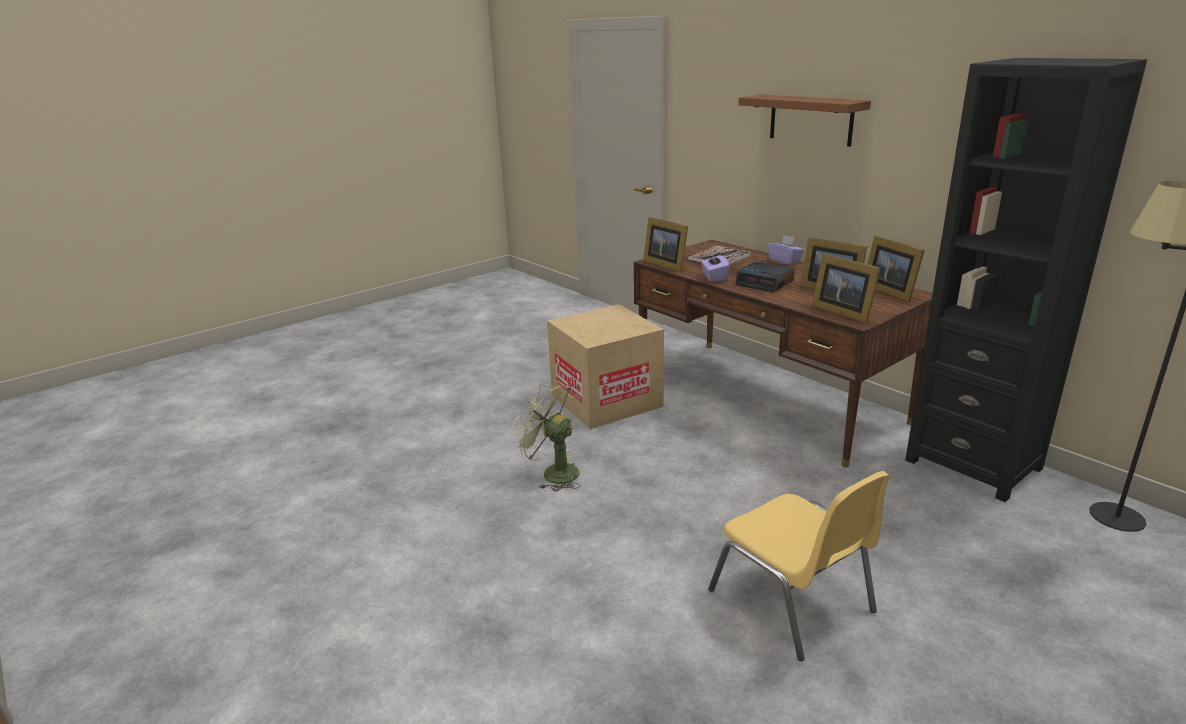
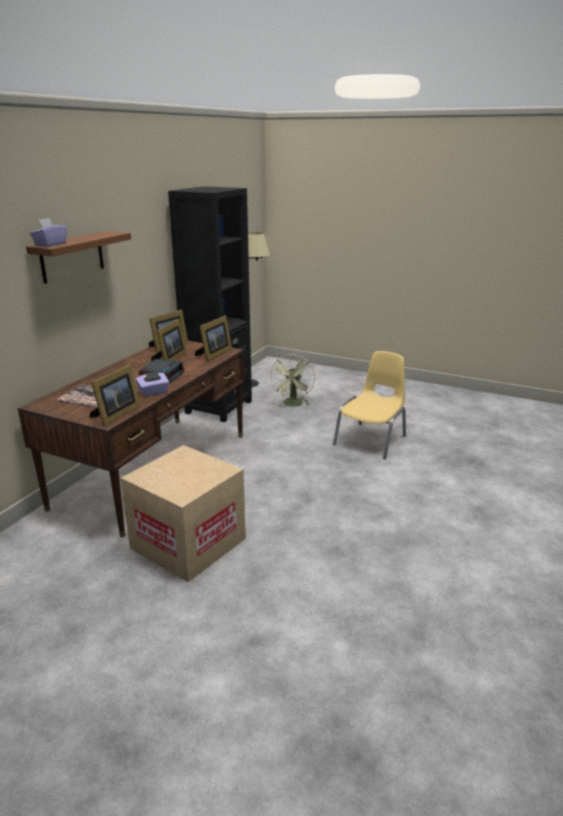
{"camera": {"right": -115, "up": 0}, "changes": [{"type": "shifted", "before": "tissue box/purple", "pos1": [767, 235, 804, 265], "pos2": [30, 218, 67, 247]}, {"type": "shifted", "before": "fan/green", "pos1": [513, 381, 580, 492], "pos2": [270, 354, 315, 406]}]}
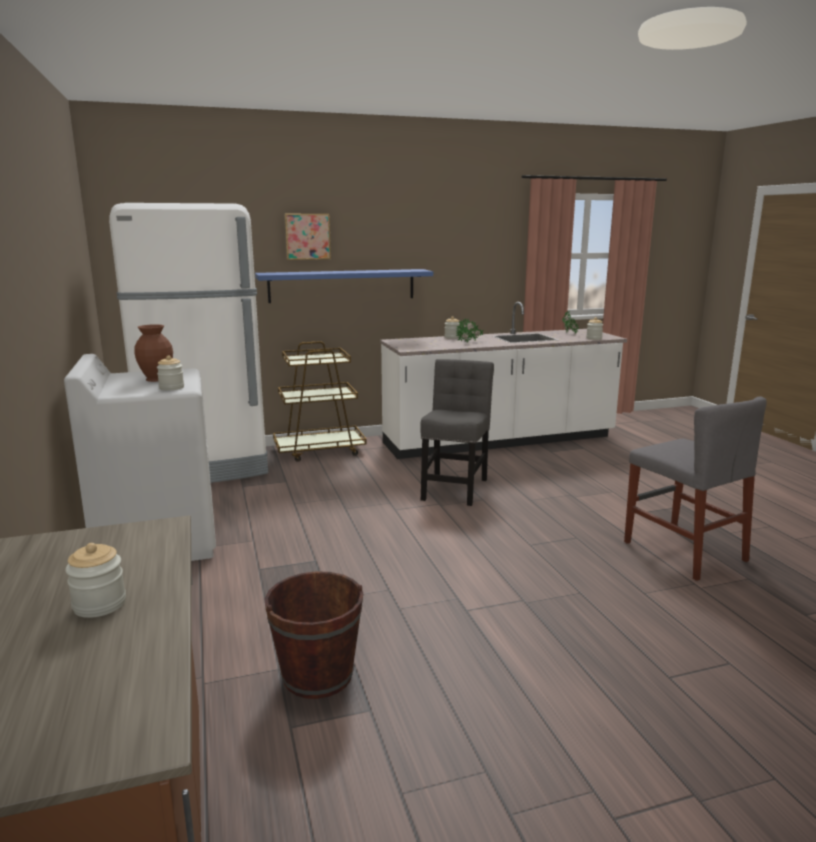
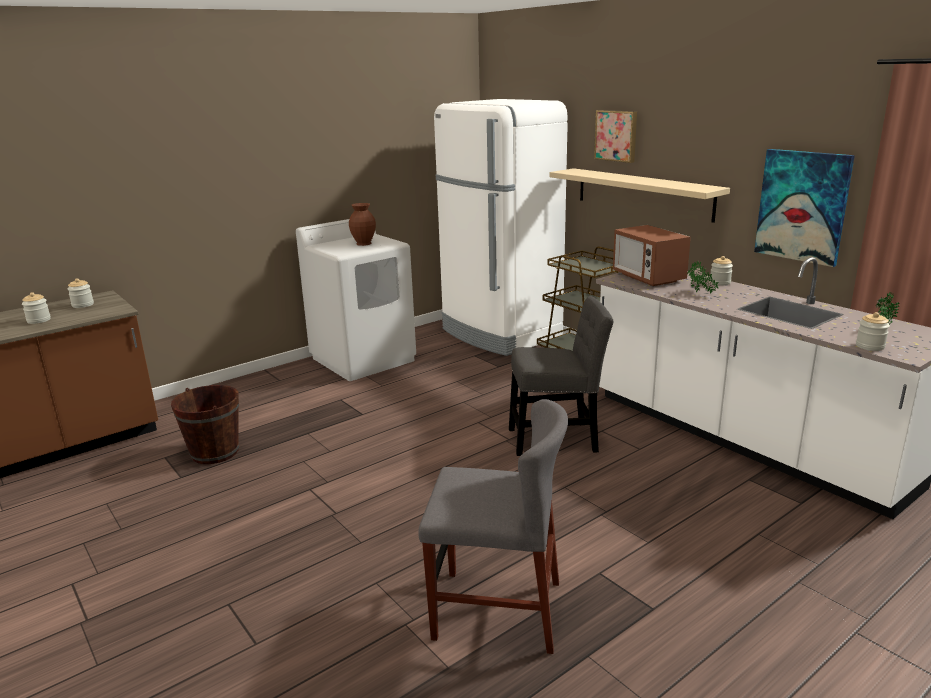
{"camera": {"right": 70, "up": 5}, "changes": [{"type": "repainted", "before": "shelf/blue", "after": "shelf/beige", "pos1": [255, 269, 433, 303], "pos2": [549, 168, 730, 223]}, {"type": "shifted", "before": "jar", "pos1": [157, 355, 184, 390], "pos2": [67, 278, 94, 308]}, {"type": "rotated", "before": "chair/grey", "pos1": [624, 396, 767, 581], "pos2": [418, 399, 568, 654], "turn": -120}, {"type": "new", "after": "picture", "pos2": [754, 149, 855, 267]}, {"type": "new", "after": "microwave", "pos2": [613, 225, 691, 286]}]}
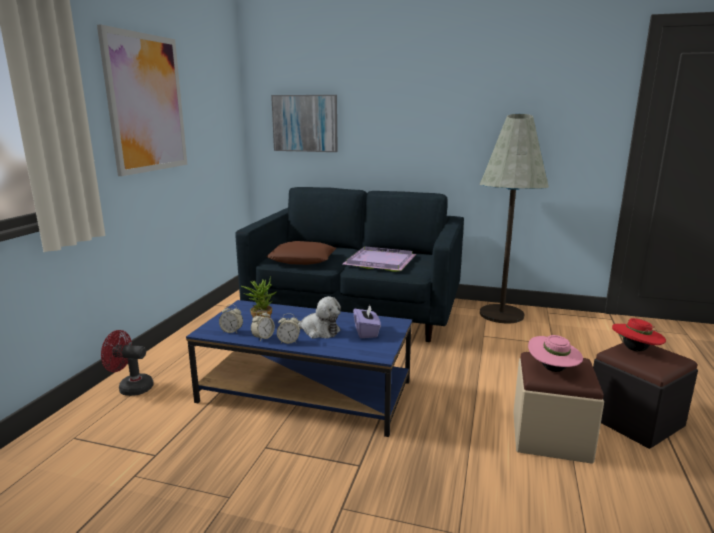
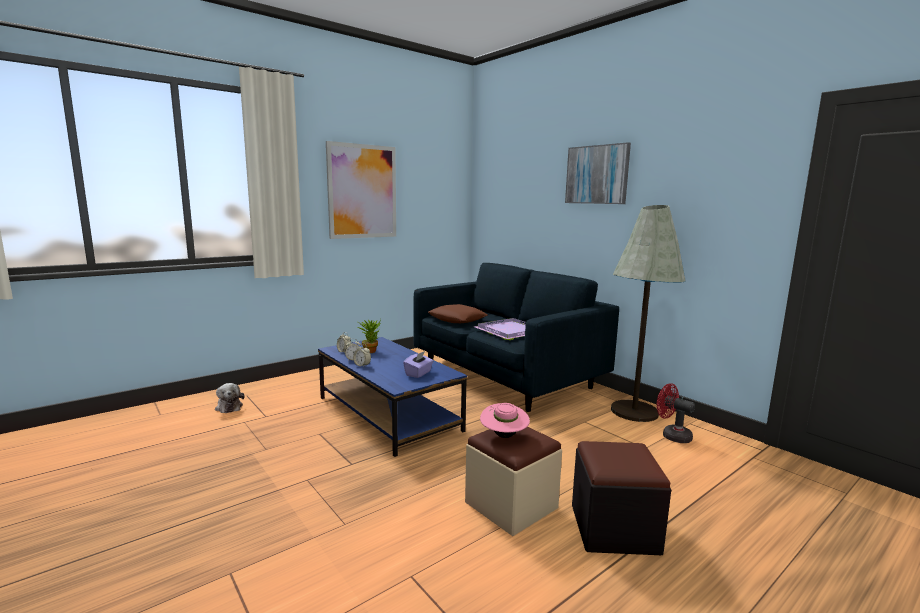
{"camera": {"right": 35, "up": -5}, "changes": [{"type": "shifted", "before": "picture", "pos1": [271, 95, 338, 152], "pos2": [565, 142, 631, 204]}, {"type": "shifted", "before": "plush toy", "pos1": [290, 296, 341, 339], "pos2": [215, 383, 244, 413]}, {"type": "gone", "before": "hat/red", "pos1": [612, 318, 666, 352]}, {"type": "shifted", "before": "fan/red", "pos1": [101, 330, 154, 396], "pos2": [657, 383, 695, 443]}]}
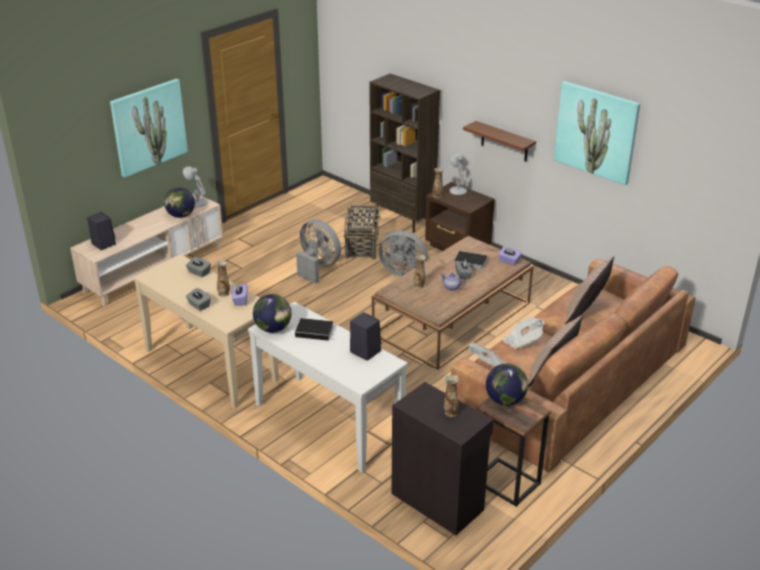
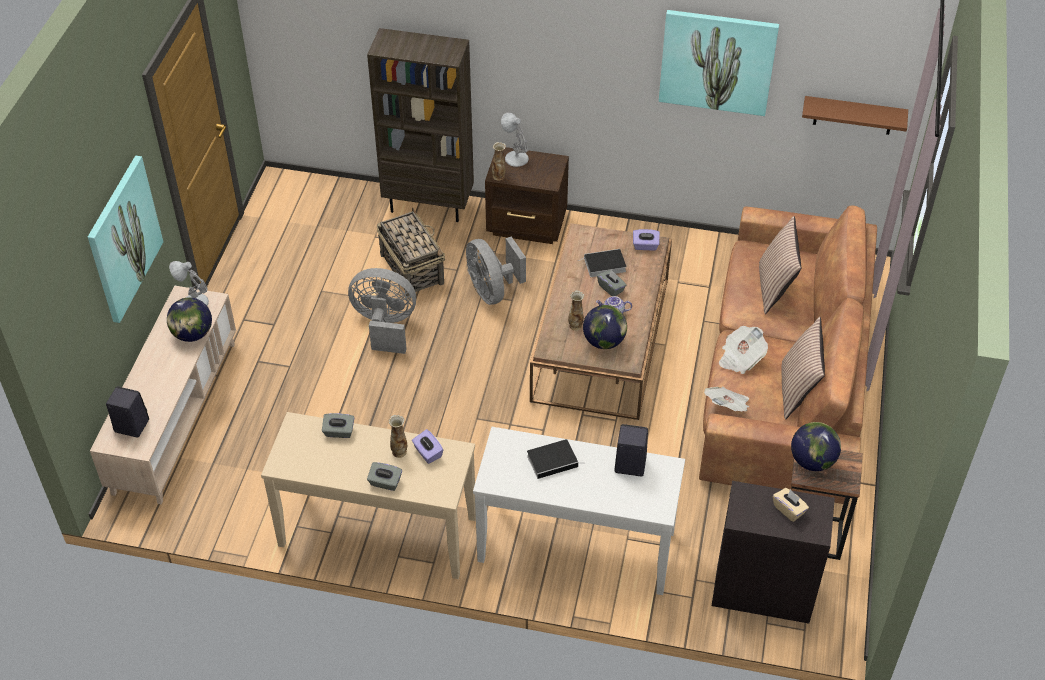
{"camera": {"right": -30, "up": 15}, "changes": [{"type": "shifted", "before": "shelf/brown", "pos1": [463, 121, 536, 162], "pos2": [802, 96, 908, 135]}, {"type": "rotated", "before": "fan/grey", "pos1": [379, 231, 428, 277], "pos2": [466, 236, 526, 305], "turn": 75}, {"type": "shifted", "before": "globe", "pos1": [253, 294, 292, 333], "pos2": [583, 305, 627, 349]}, {"type": "swapped", "before": "vase", "after": "tissue box/beige", "pos1": [444, 375, 459, 417], "pos2": [773, 488, 809, 522]}]}
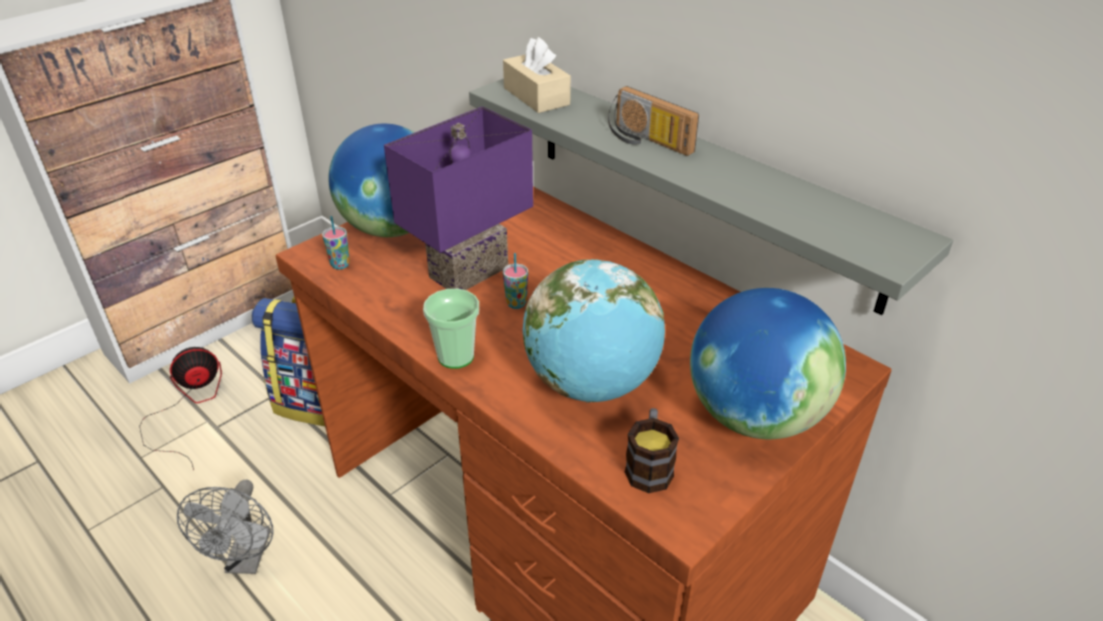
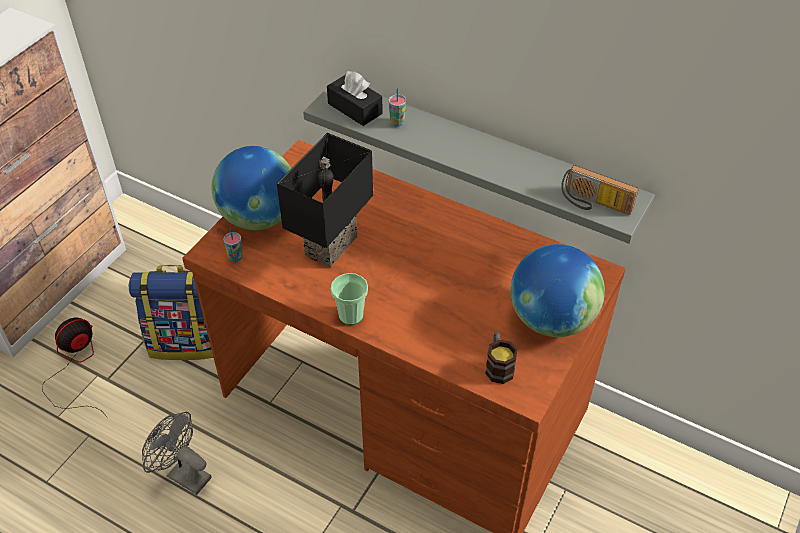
{"camera": {"right": -15, "up": 10}, "changes": [{"type": "repainted", "before": "tissue box/beige", "after": "tissue box/black", "pos1": [503, 37, 571, 113], "pos2": [327, 71, 383, 126]}, {"type": "shifted", "before": "radio", "pos1": [608, 86, 699, 156], "pos2": [561, 165, 639, 215]}, {"type": "repainted", "before": "table lamp/purple", "after": "table lamp/black", "pos1": [384, 106, 533, 290], "pos2": [277, 133, 373, 267]}, {"type": "shifted", "before": "cup", "pos1": [503, 253, 528, 309], "pos2": [389, 88, 406, 127]}, {"type": "gone", "before": "globe", "pos1": [523, 259, 665, 403]}, {"type": "rotated", "before": "fan/grey", "pos1": [177, 480, 274, 574], "pos2": [142, 412, 211, 495], "turn": 135}]}
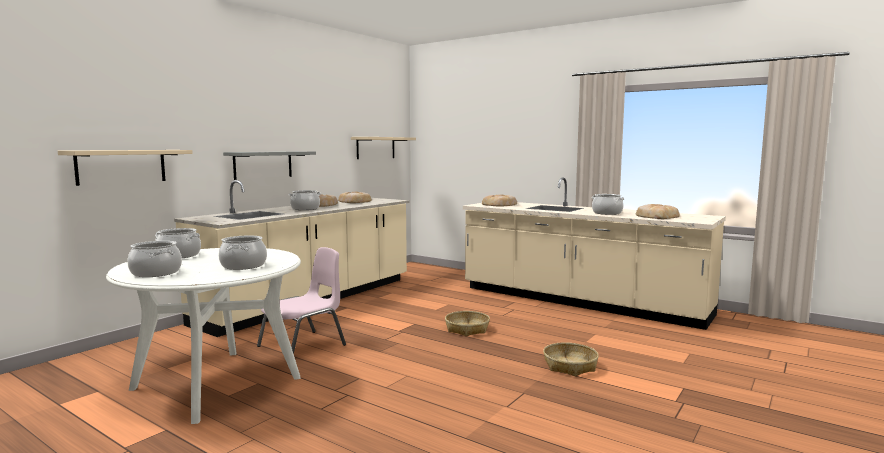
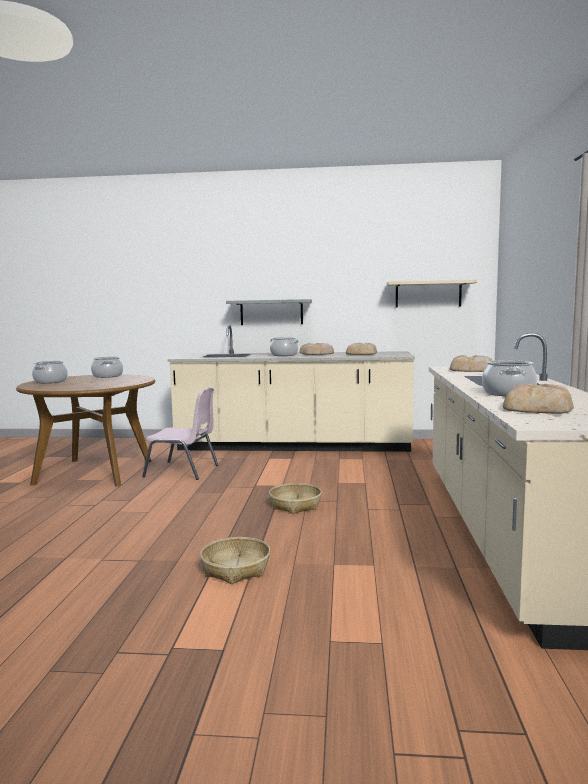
{"camera": {"right": 60, "up": 0}, "changes": [{"type": "gone", "before": "shelf/beige", "pos1": [58, 150, 193, 186]}, {"type": "gone", "before": "cooking pot", "pos1": [219, 236, 267, 270]}, {"type": "repainted", "before": "dining table/white", "after": "dining table/brown", "pos1": [106, 248, 301, 424], "pos2": [16, 374, 155, 487]}]}
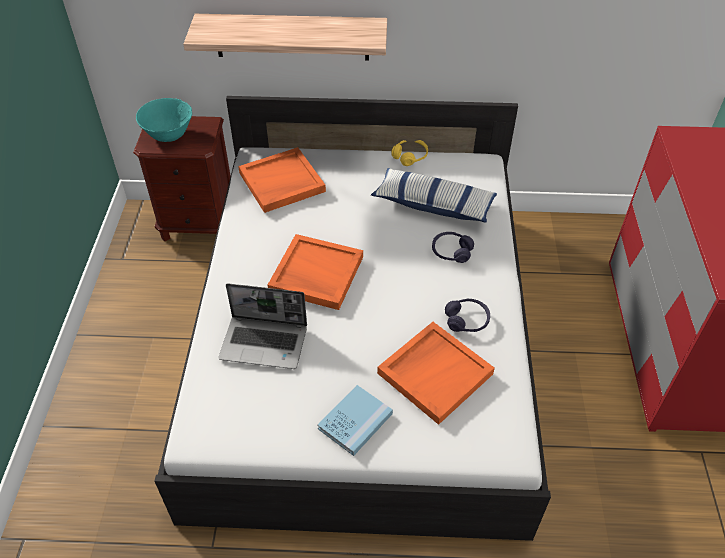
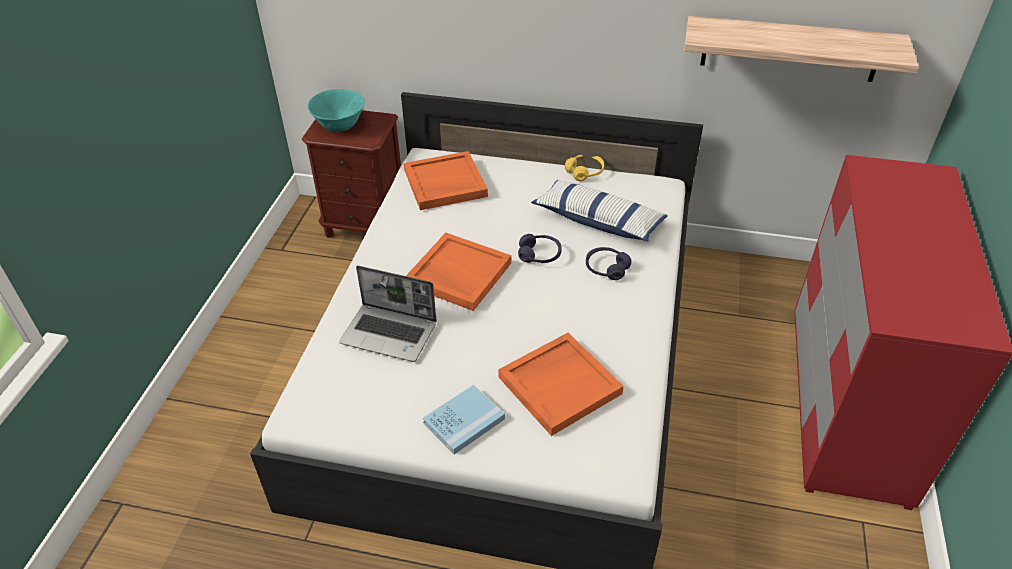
{"camera": {"right": 10, "up": -5}, "changes": [{"type": "shifted", "before": "shelf", "pos1": [183, 14, 387, 61], "pos2": [684, 16, 918, 82]}, {"type": "shifted", "before": "headphones/purple", "pos1": [445, 298, 490, 332], "pos2": [518, 234, 562, 263]}]}
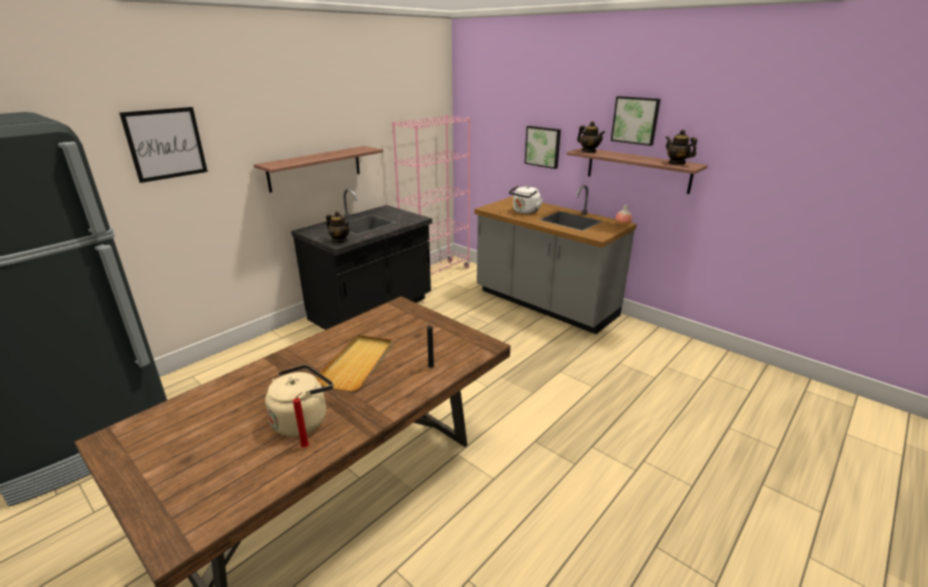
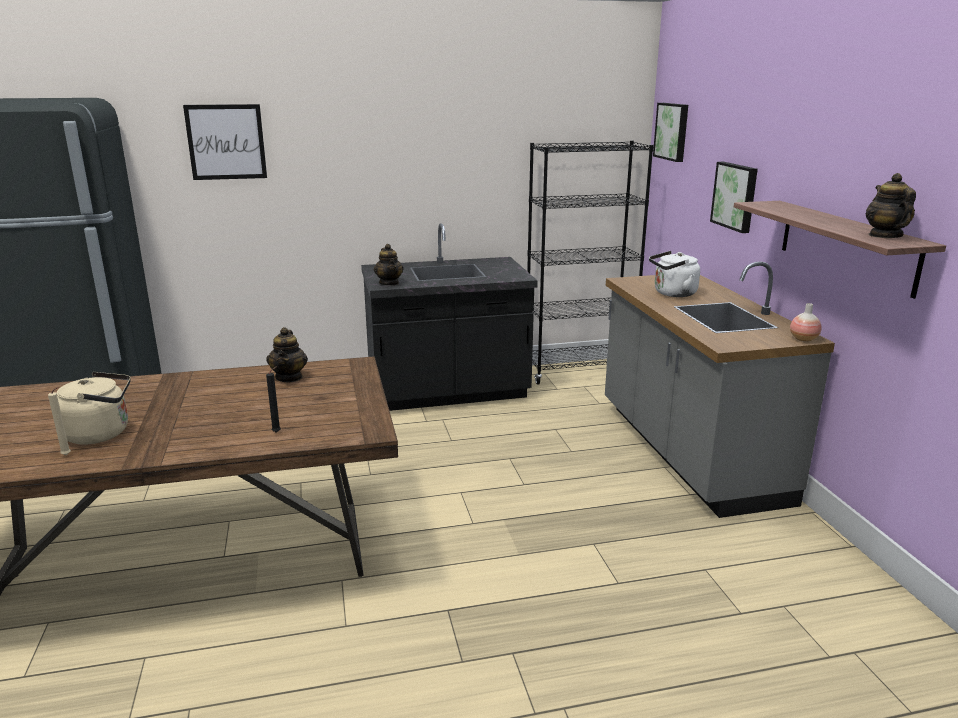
{"camera": {"right": 35, "up": -5}, "changes": [{"type": "shifted", "before": "picture", "pos1": [611, 96, 661, 146], "pos2": [653, 103, 688, 162]}, {"type": "repainted", "before": "bookcase/pink", "after": "bookcase/black", "pos1": [392, 114, 470, 275], "pos2": [527, 141, 654, 385]}, {"type": "shifted", "before": "teapot", "pos1": [577, 121, 605, 153], "pos2": [266, 327, 308, 382]}, {"type": "gone", "before": "shelf", "pos1": [254, 146, 383, 193]}, {"type": "gone", "before": "tray/beige", "pos1": [315, 335, 393, 391]}, {"type": "repainted", "before": "candle/red", "after": "candle/beige", "pos1": [293, 392, 309, 448], "pos2": [48, 387, 71, 455]}]}
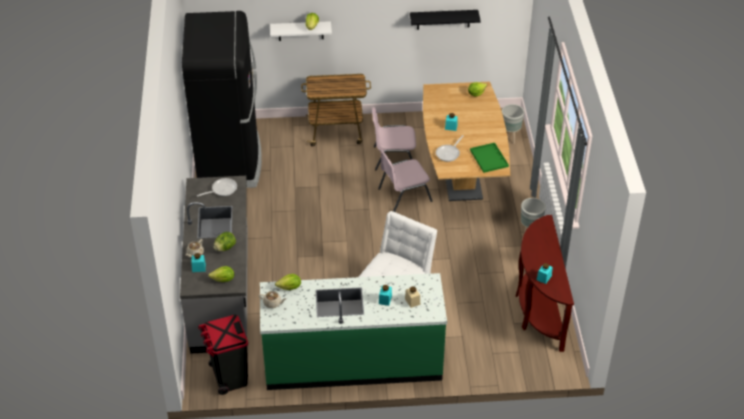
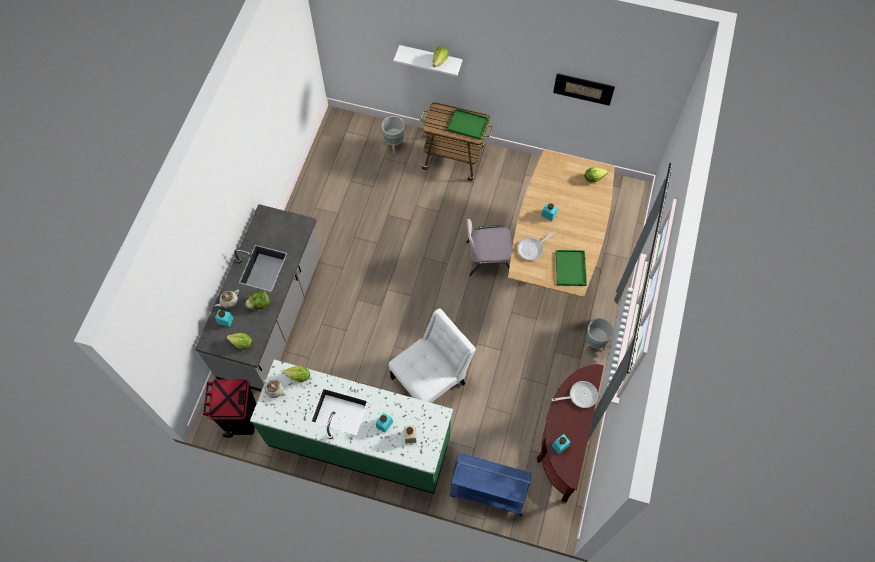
{"camera": {"right": 20, "up": 20}, "changes": [{"type": "swapped", "before": "shelf/black", "after": "picture", "pos1": [410, 10, 481, 30], "pos2": [553, 73, 615, 106]}, {"type": "gone", "before": "fridge/black", "pos1": [182, 11, 262, 188]}, {"type": "shifted", "before": "planter/grey", "pos1": [502, 104, 524, 144], "pos2": [381, 116, 405, 155]}, {"type": "gone", "before": "chair/pink", "pos1": [372, 107, 416, 170]}, {"type": "shifted", "before": "frying pan", "pos1": [197, 178, 237, 197], "pos2": [552, 381, 598, 408]}, {"type": "new", "after": "tray/green", "pos2": [447, 108, 489, 140]}, {"type": "new", "after": "cart/blue", "pos2": [449, 453, 532, 516]}]}
